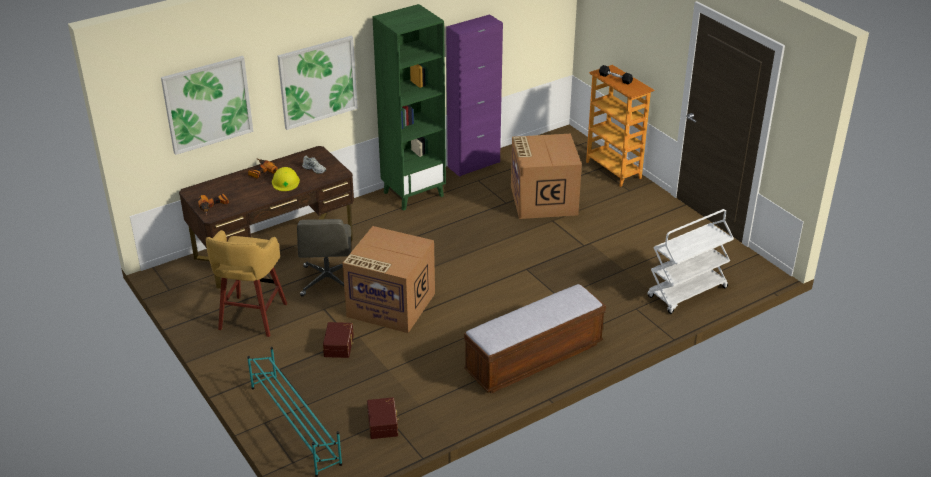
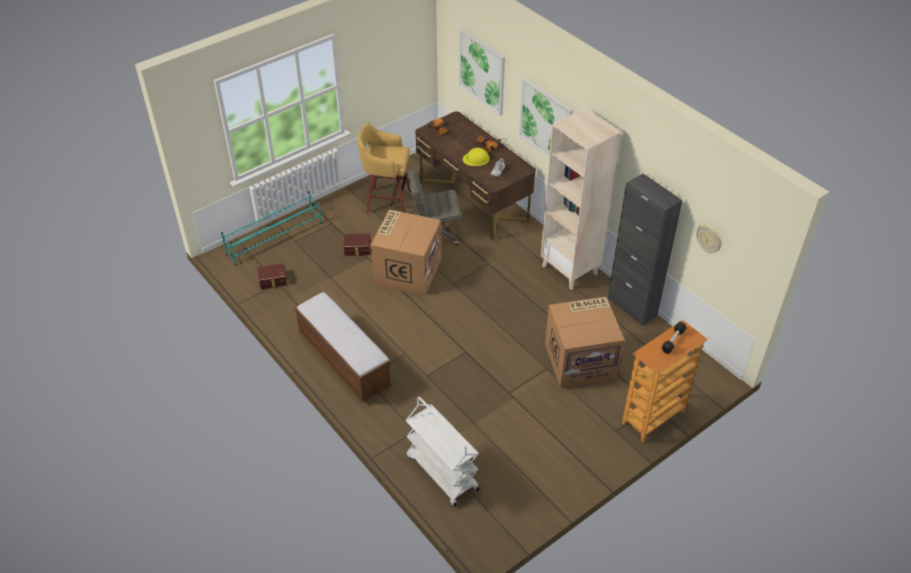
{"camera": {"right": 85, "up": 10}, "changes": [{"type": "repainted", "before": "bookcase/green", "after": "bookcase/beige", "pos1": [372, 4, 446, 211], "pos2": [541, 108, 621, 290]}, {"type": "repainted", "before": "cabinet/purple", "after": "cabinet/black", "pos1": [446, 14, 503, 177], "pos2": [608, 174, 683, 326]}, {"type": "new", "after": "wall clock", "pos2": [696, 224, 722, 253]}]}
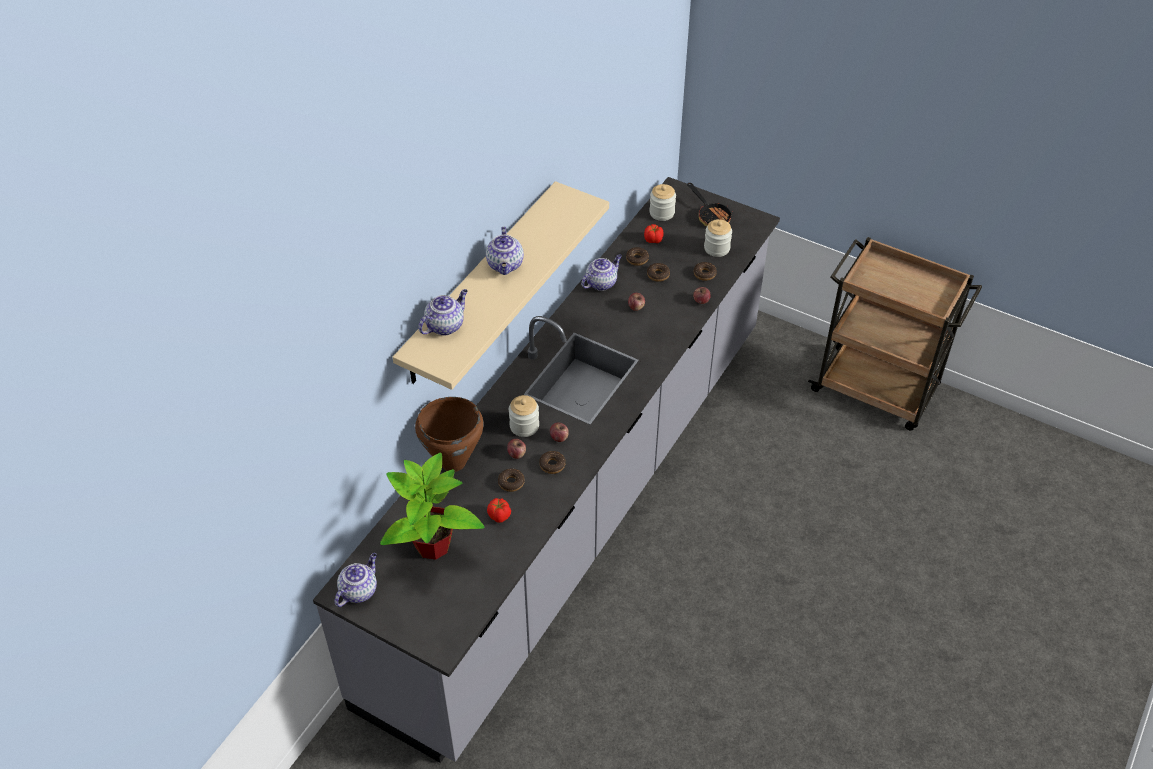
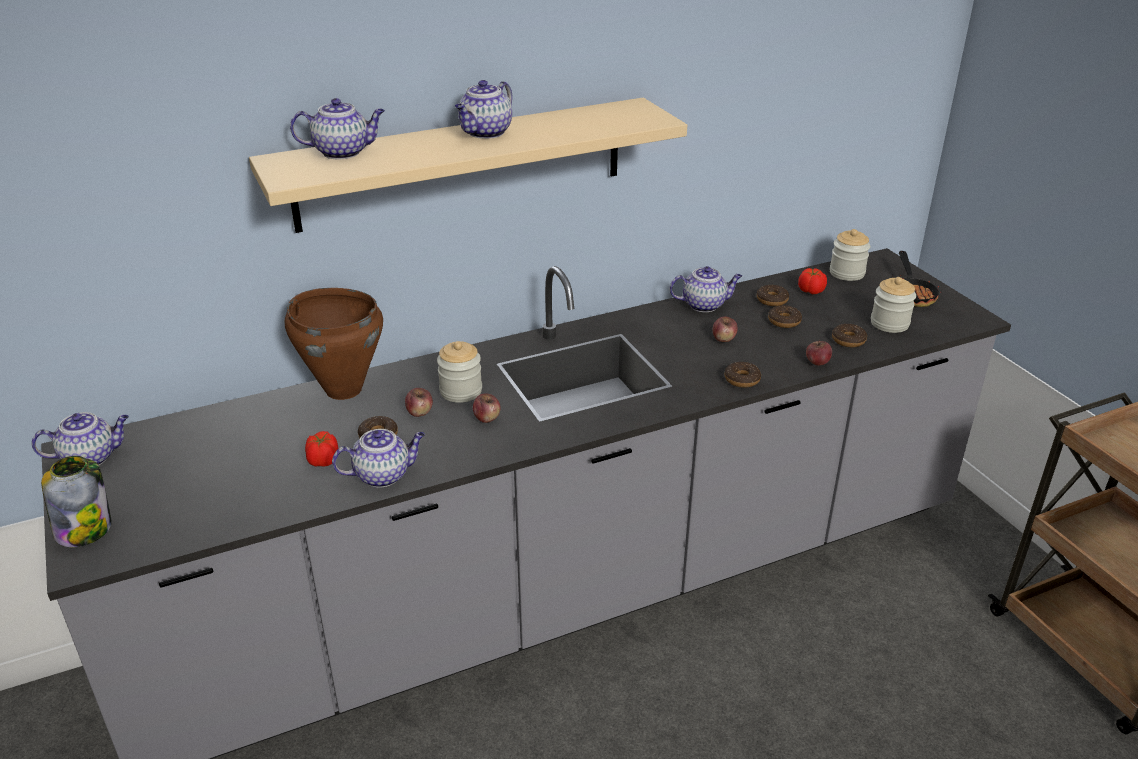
{"camera": {"right": 35, "up": -15}, "changes": [{"type": "shifted", "before": "donut", "pos1": [539, 451, 566, 474], "pos2": [724, 361, 761, 388]}, {"type": "gone", "before": "potted plant", "pos1": [380, 453, 485, 560]}, {"type": "new", "after": "teapot", "pos2": [332, 429, 425, 488]}, {"type": "new", "after": "jar", "pos2": [41, 456, 112, 547]}]}
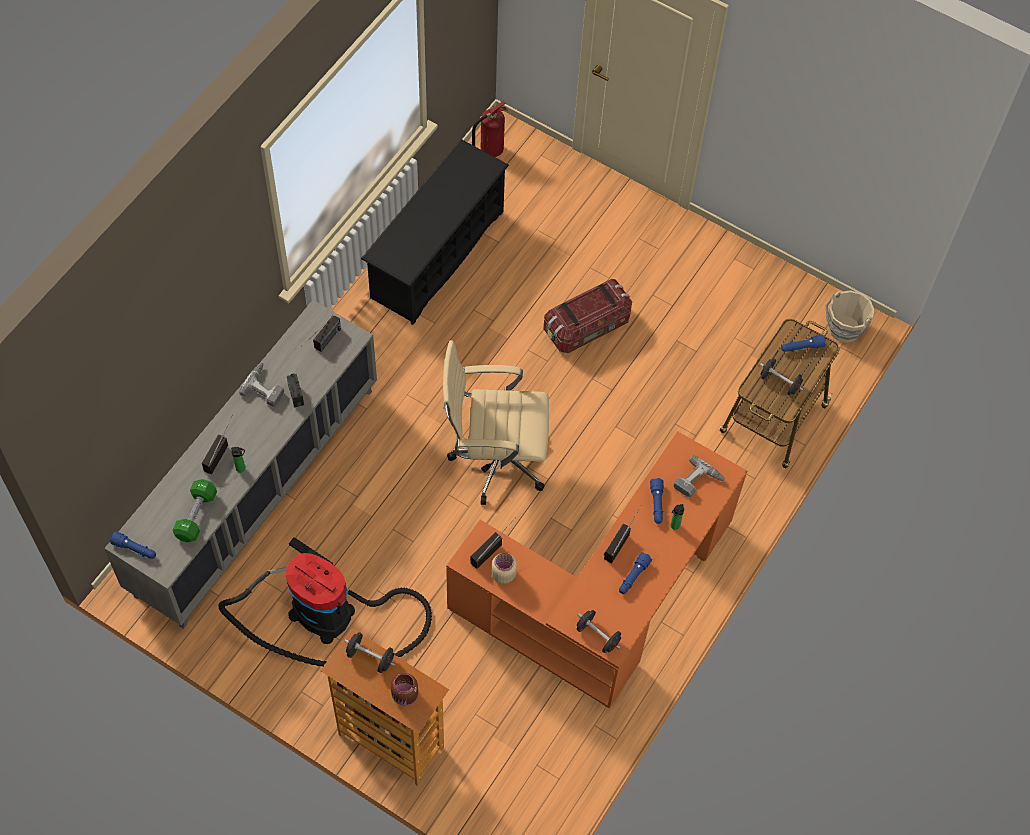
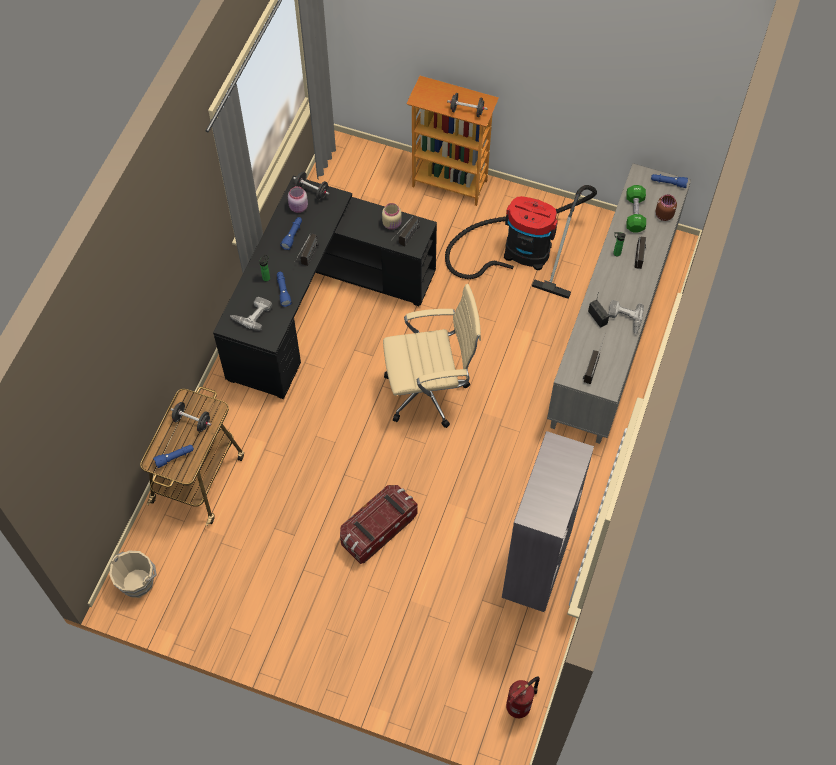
{"camera": {"right": 170, "up": 0}, "changes": [{"type": "swapped", "before": "shoe rack/black", "after": "bookcase/grey", "pos1": [361, 139, 509, 325], "pos2": [502, 431, 594, 612]}, {"type": "repainted", "before": "desk/orange", "after": "desk/black", "pos1": [446, 431, 747, 708], "pos2": [213, 176, 437, 399]}, {"type": "shifted", "before": "jar/brown", "pos1": [391, 673, 418, 706], "pos2": [655, 194, 677, 221]}, {"type": "new", "after": "jar/pink", "pos2": [288, 186, 308, 213]}]}
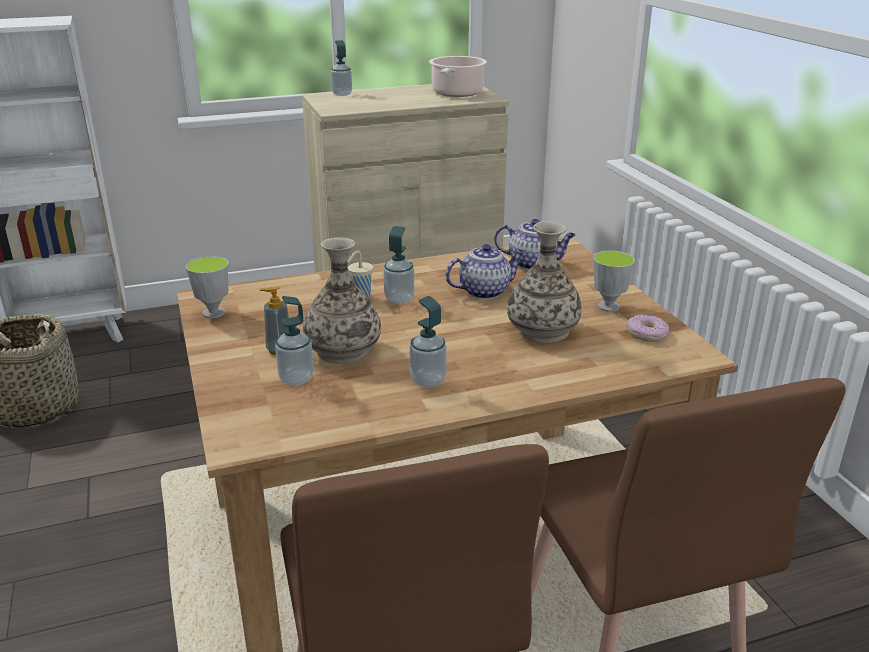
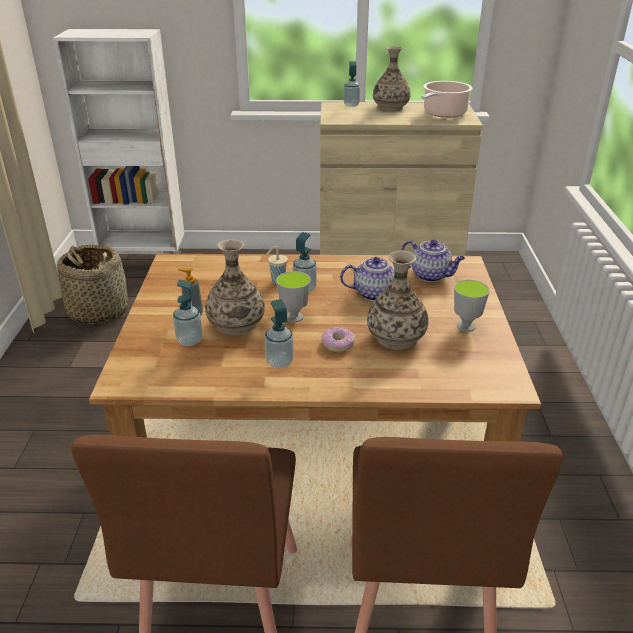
{"camera": {"right": 20, "up": 5}, "changes": [{"type": "shifted", "before": "cup", "pos1": [186, 256, 229, 318], "pos2": [276, 271, 311, 322]}, {"type": "shifted", "before": "donut", "pos1": [626, 314, 669, 342], "pos2": [321, 327, 355, 352]}, {"type": "new", "after": "vase", "pos2": [373, 46, 410, 111]}]}
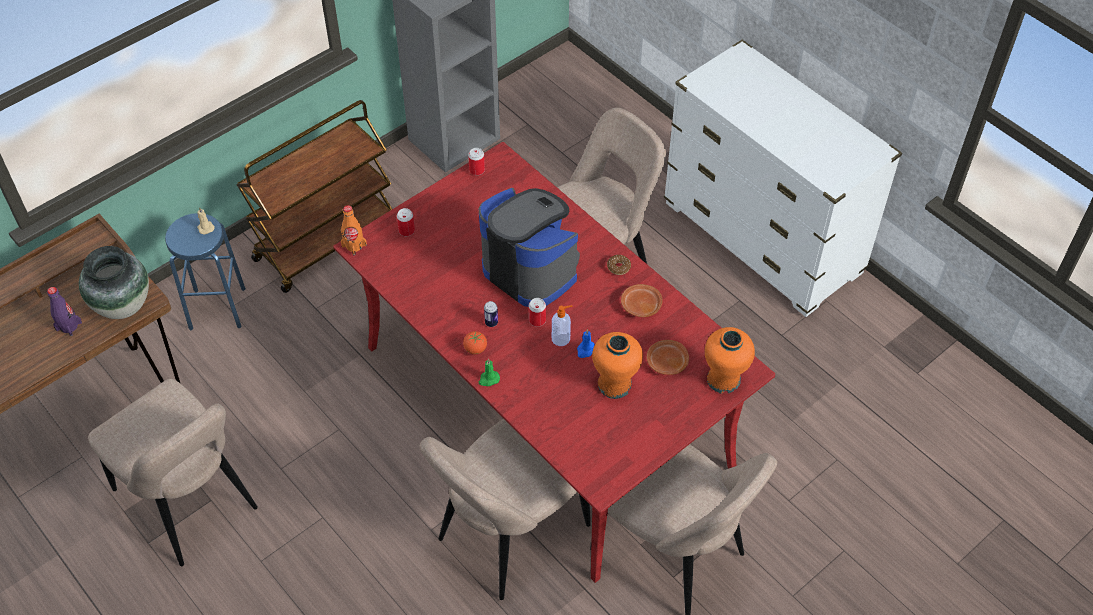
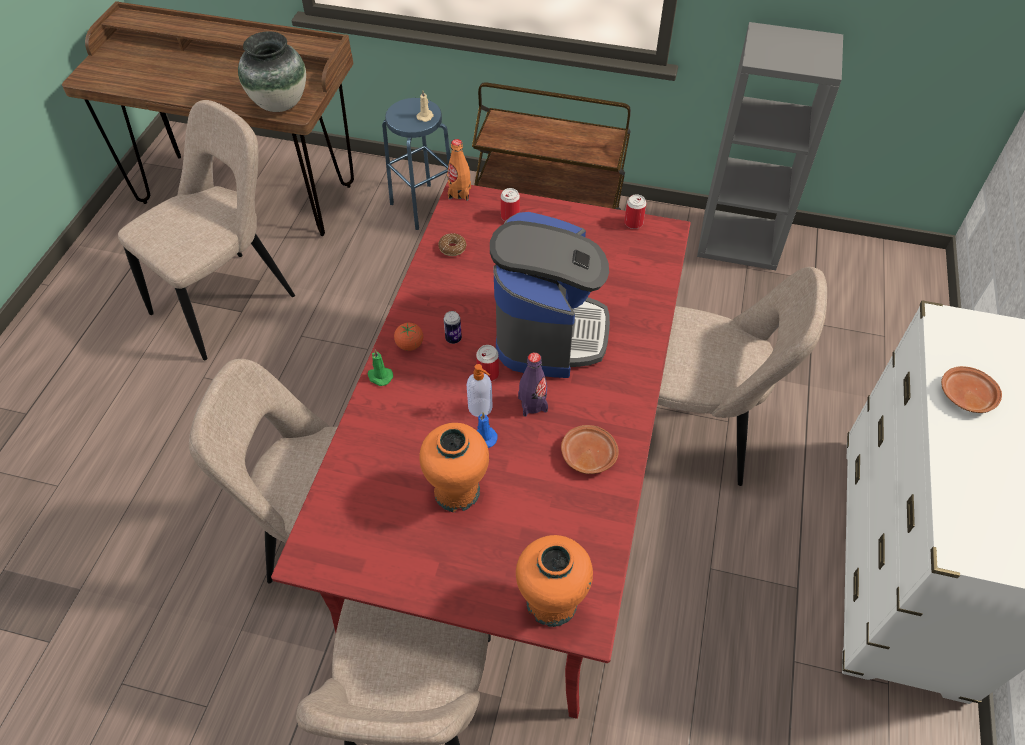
{"camera": {"right": 55, "up": 0}, "changes": [{"type": "shifted", "before": "donut", "pos1": [607, 255, 631, 275], "pos2": [438, 233, 467, 256]}, {"type": "shifted", "before": "bottle/purple", "pos1": [47, 287, 82, 336], "pos2": [518, 353, 548, 417]}, {"type": "shifted", "before": "plate/brown", "pos1": [647, 340, 689, 375], "pos2": [941, 366, 1002, 413]}, {"type": "rotated", "before": "chair/beige", "pos1": [88, 379, 258, 566], "pos2": [118, 100, 295, 360], "turn": -150}]}
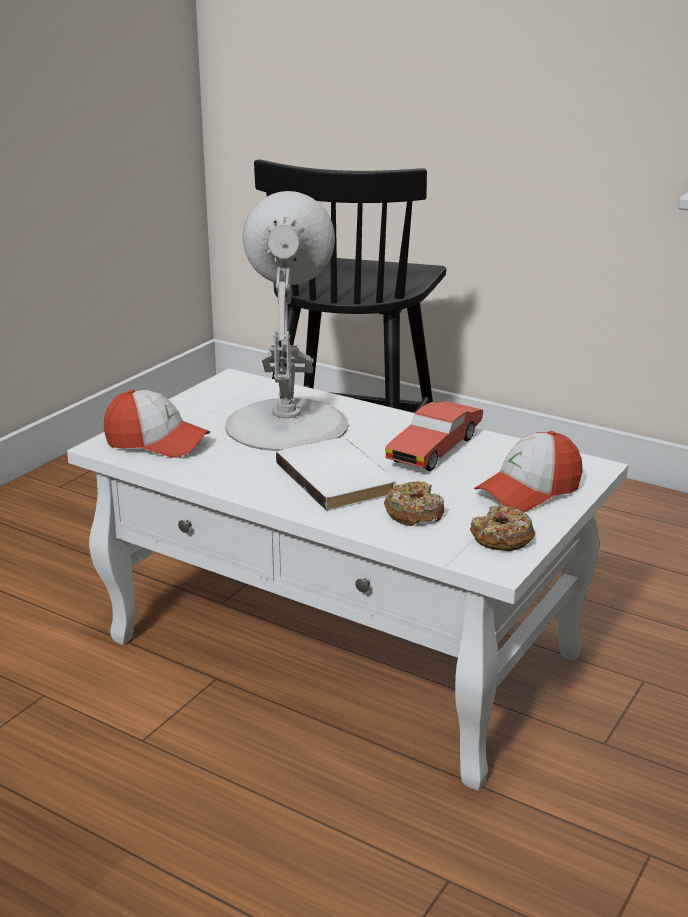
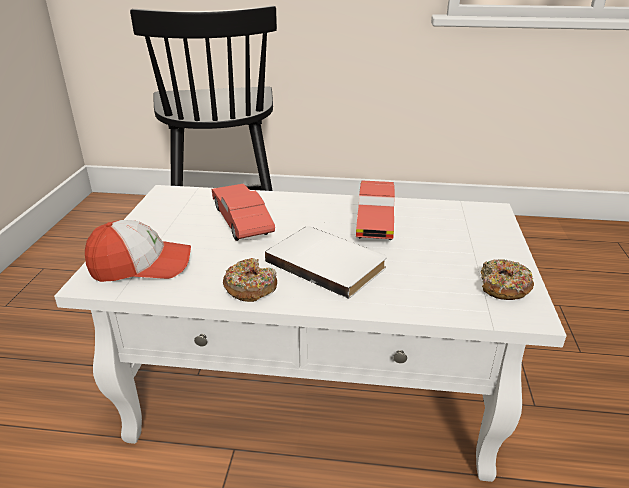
{"camera": {"right": -25, "up": 5}, "changes": [{"type": "swapped", "before": "table lamp/white", "after": "toy car/red", "pos1": [225, 191, 348, 451], "pos2": [212, 184, 275, 241]}, {"type": "gone", "before": "cap", "pos1": [474, 431, 583, 512]}, {"type": "shifted", "before": "donut", "pos1": [384, 481, 444, 526], "pos2": [223, 258, 277, 302]}]}
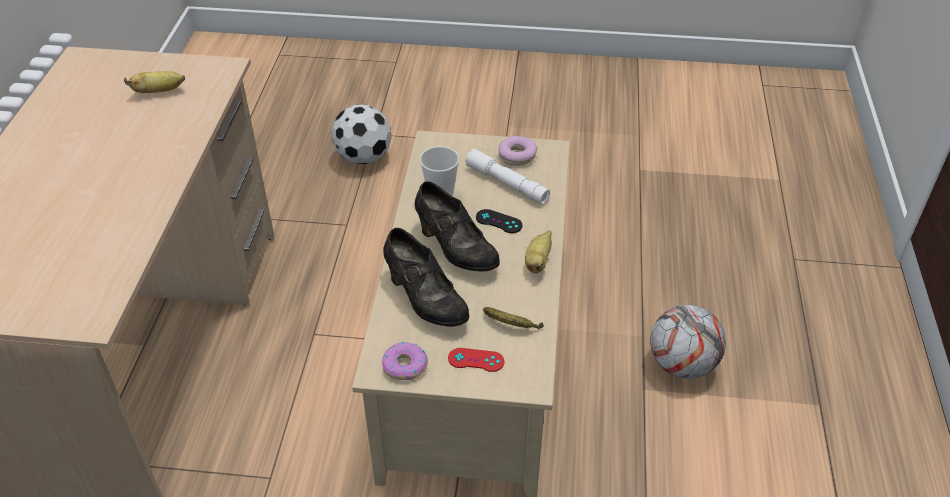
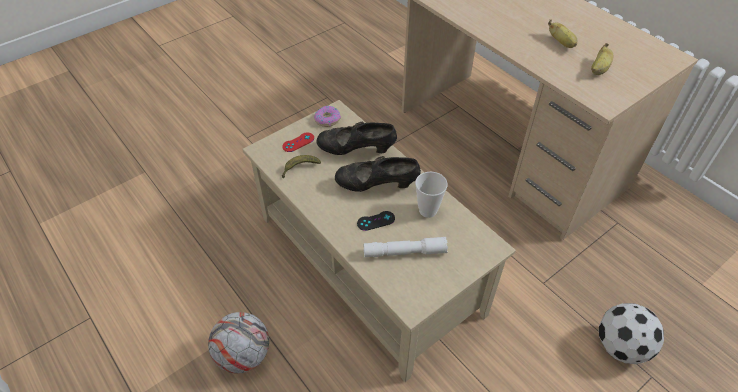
{"camera": {"right": 135, "up": 5}, "changes": [{"type": "gone", "before": "donut", "pos1": [498, 136, 537, 166]}, {"type": "shifted", "before": "banana", "pos1": [525, 231, 552, 274], "pos2": [548, 20, 577, 48]}]}
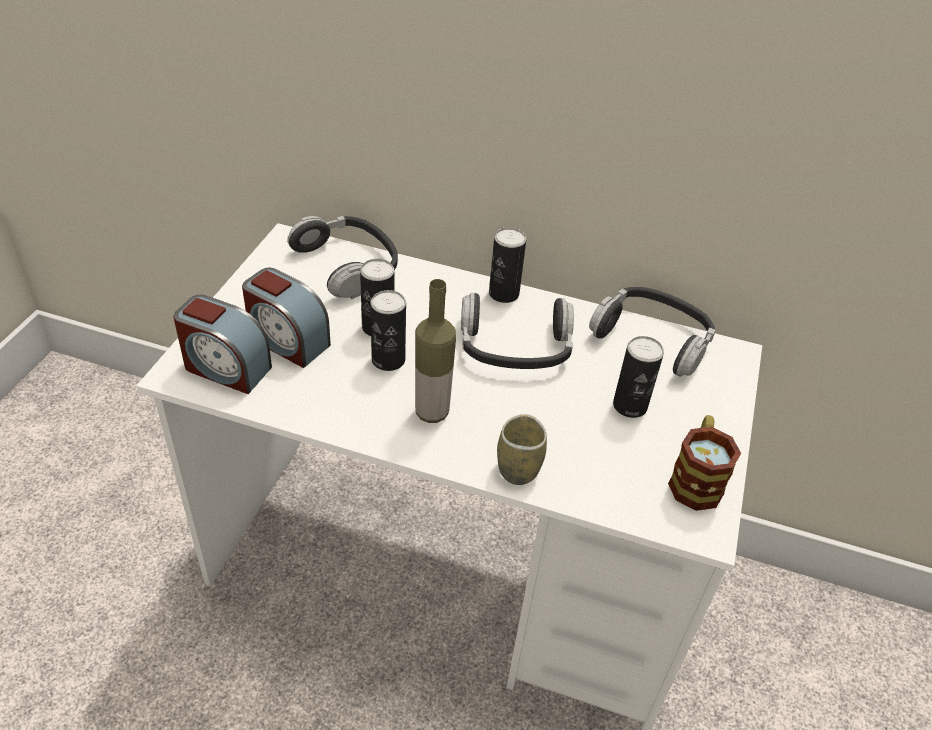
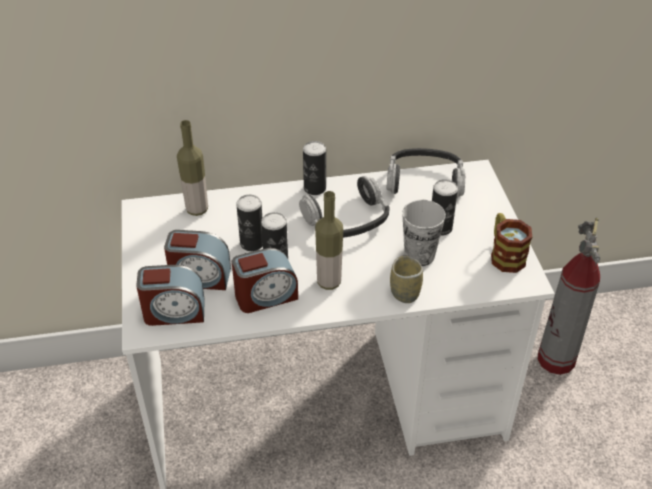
{"camera": {"right": -25, "up": 0}, "changes": [{"type": "swapped", "before": "headphones", "after": "bottle", "pos1": [287, 216, 398, 299], "pos2": [177, 120, 208, 216]}, {"type": "new", "after": "cup", "pos2": [402, 200, 446, 266]}, {"type": "new", "after": "fire extinguisher", "pos2": [538, 218, 600, 375]}, {"type": "new", "after": "alarm clock", "pos2": [232, 248, 298, 313]}]}
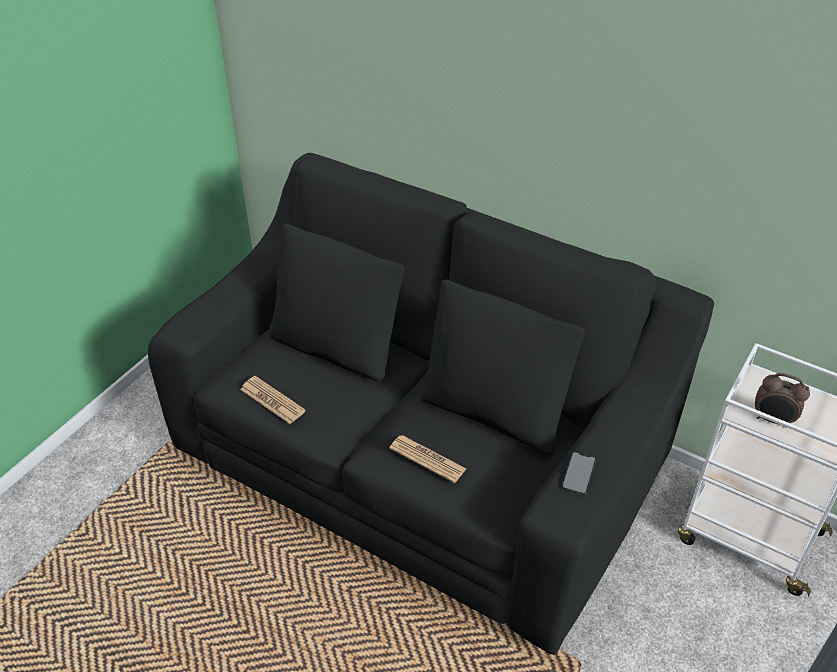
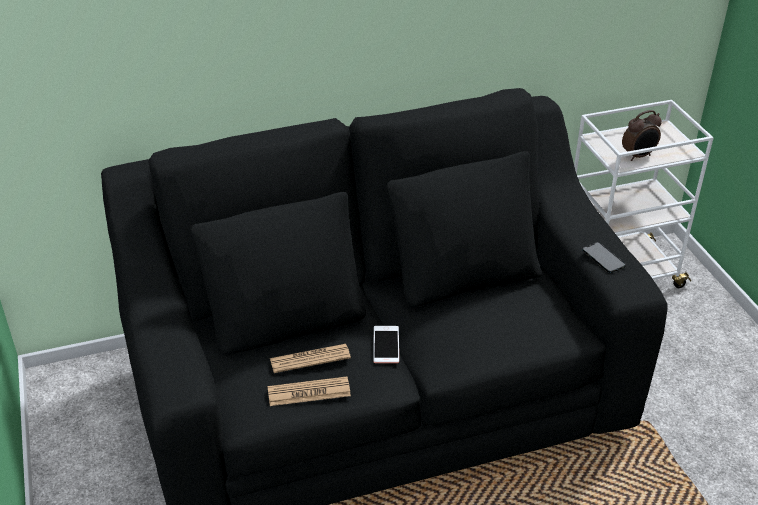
{"camera": {"right": -50, "up": -5}, "changes": [{"type": "shifted", "before": "newspaper", "pos1": [389, 435, 467, 483], "pos2": [270, 344, 351, 373]}, {"type": "new", "after": "phone", "pos2": [373, 326, 399, 363]}]}
